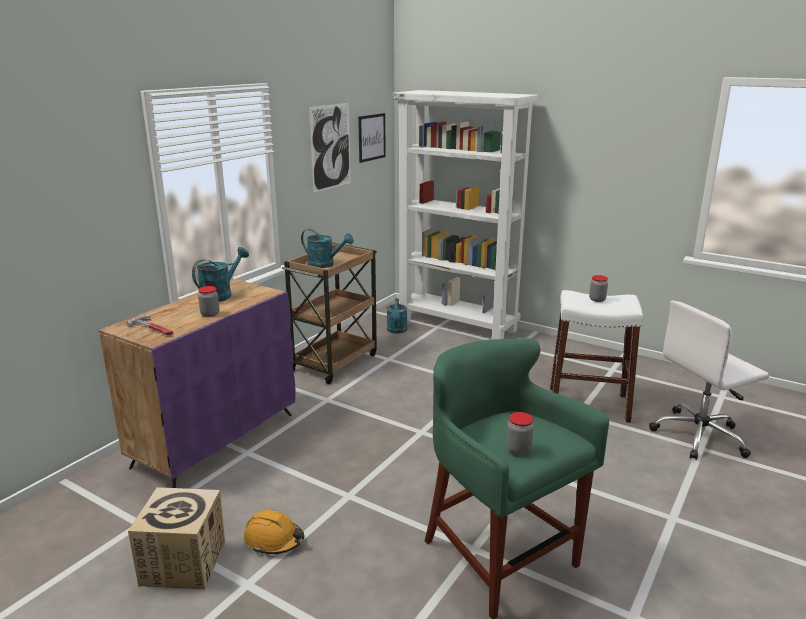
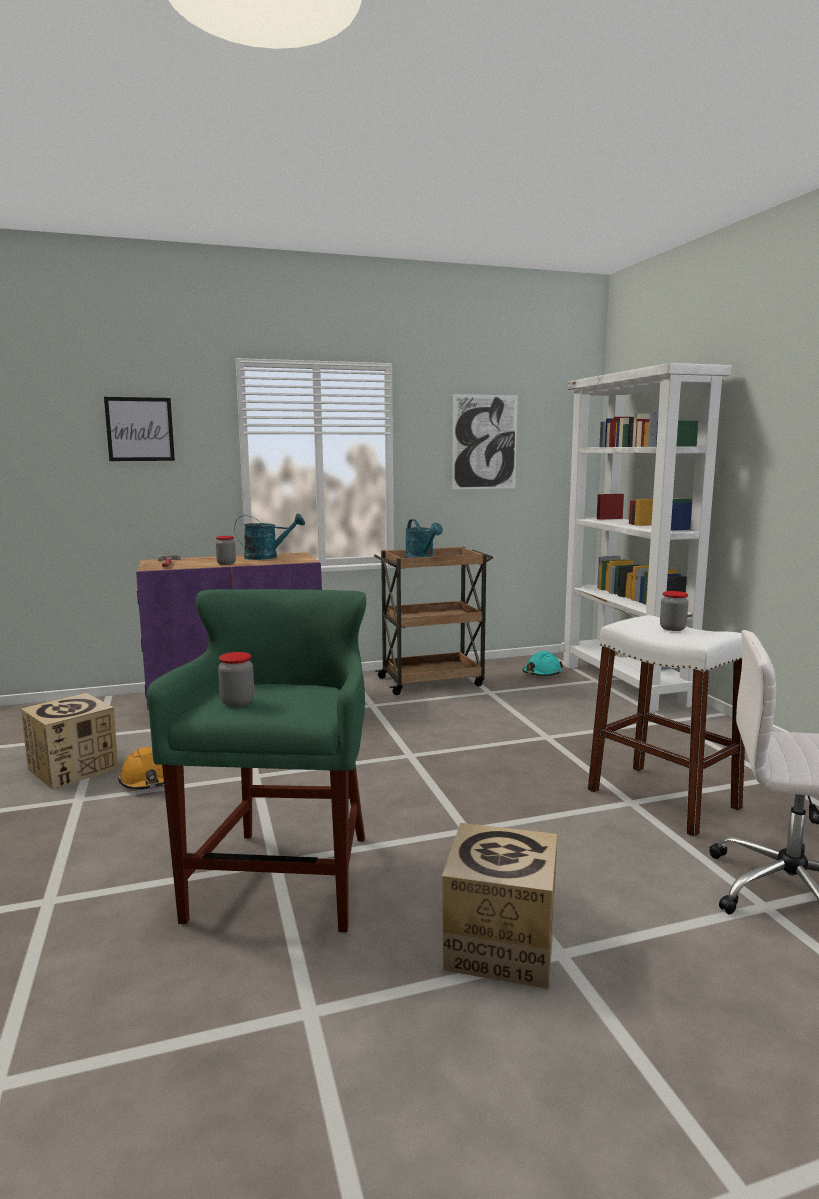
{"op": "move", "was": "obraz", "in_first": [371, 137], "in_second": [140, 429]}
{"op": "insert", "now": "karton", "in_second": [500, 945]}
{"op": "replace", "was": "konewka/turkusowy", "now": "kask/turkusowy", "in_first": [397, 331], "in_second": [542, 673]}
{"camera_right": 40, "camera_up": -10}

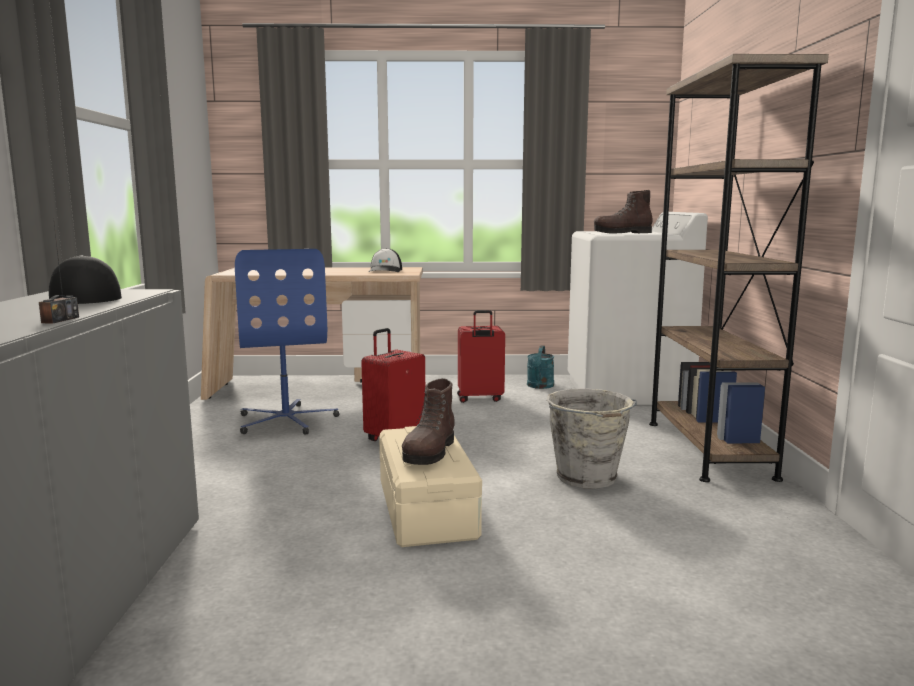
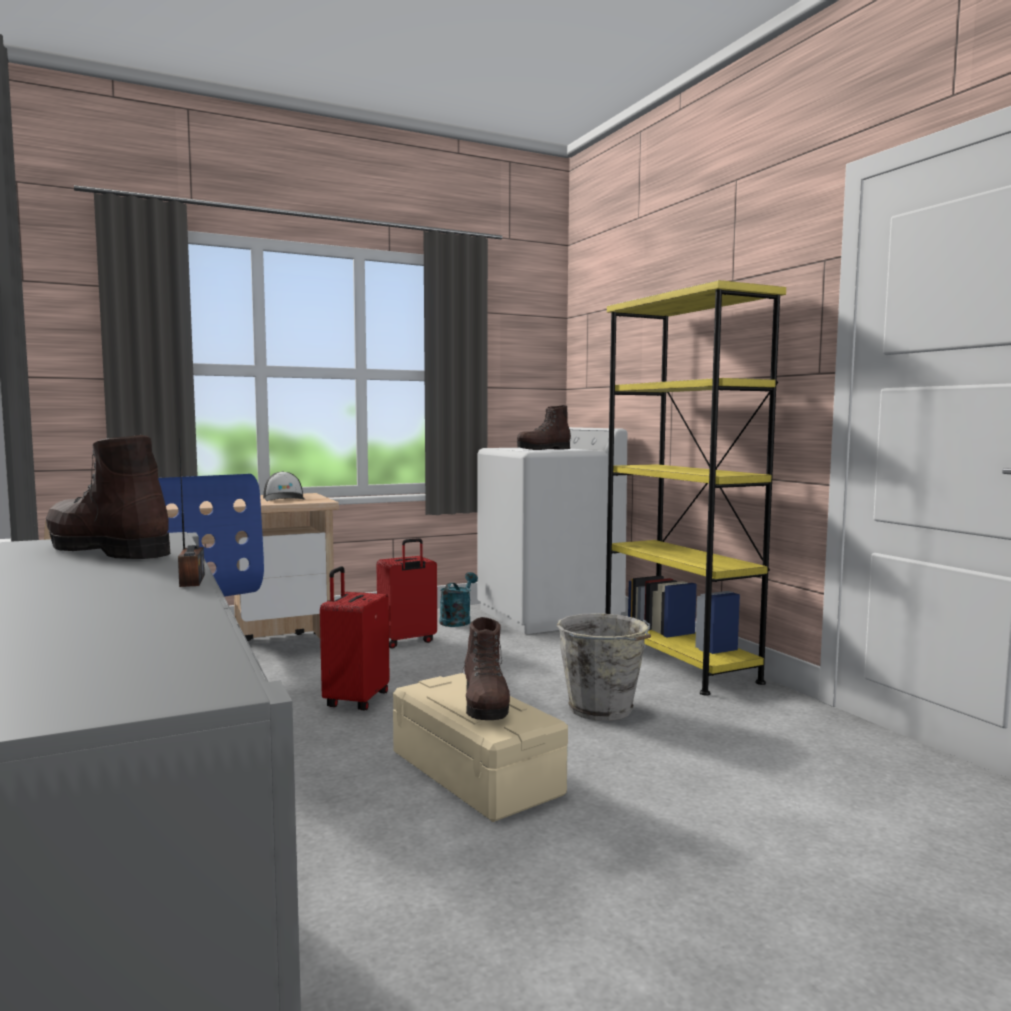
{"op": "replace", "was": "czapka z daszkiem", "now": "but z cholewką/brązowy", "in_first": [85, 298], "in_second": [106, 550]}
{"op": "rotate", "was": "konewka/turkusowy", "in_first": [539, 386], "in_second": [457, 620], "clockwise": -150}
{"op": "recolor", "was": "regał/brązowy", "now": "regał/żółty", "in_first": [708, 449], "in_second": [678, 663]}
{"camera_right": -25, "camera_up": -5}

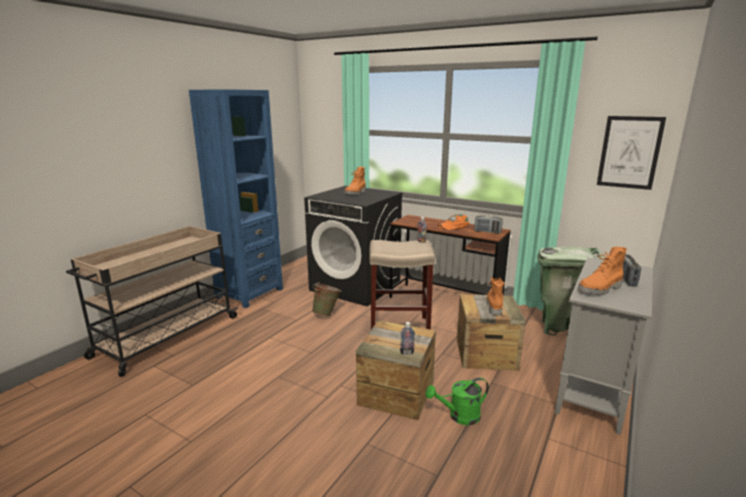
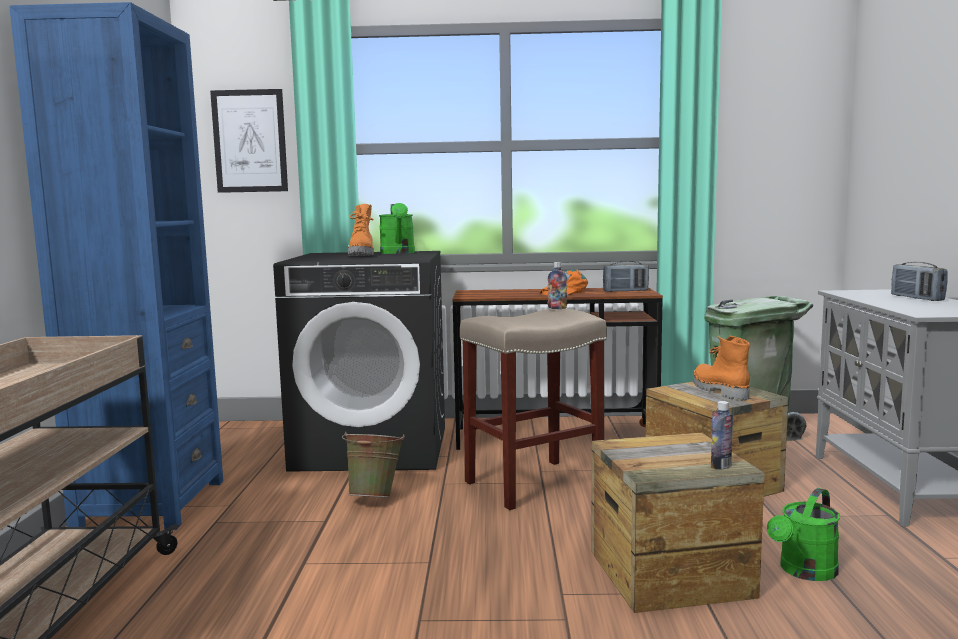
{"op": "move", "was": "obraz", "in_first": [629, 152], "in_second": [250, 141]}
{"op": "insert", "now": "konewka/zielony", "in_second": [398, 253]}
{"op": "delete", "was": "but z cholewką/pomarańczowy", "in_first": [600, 289]}
{"camera_right": -30, "camera_up": -10}

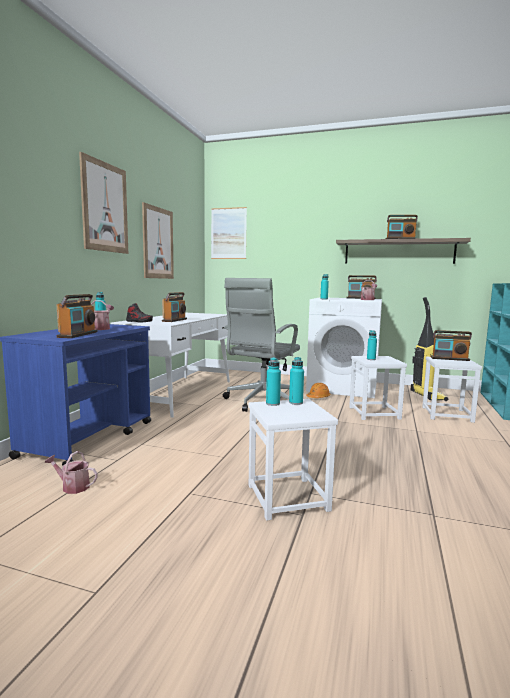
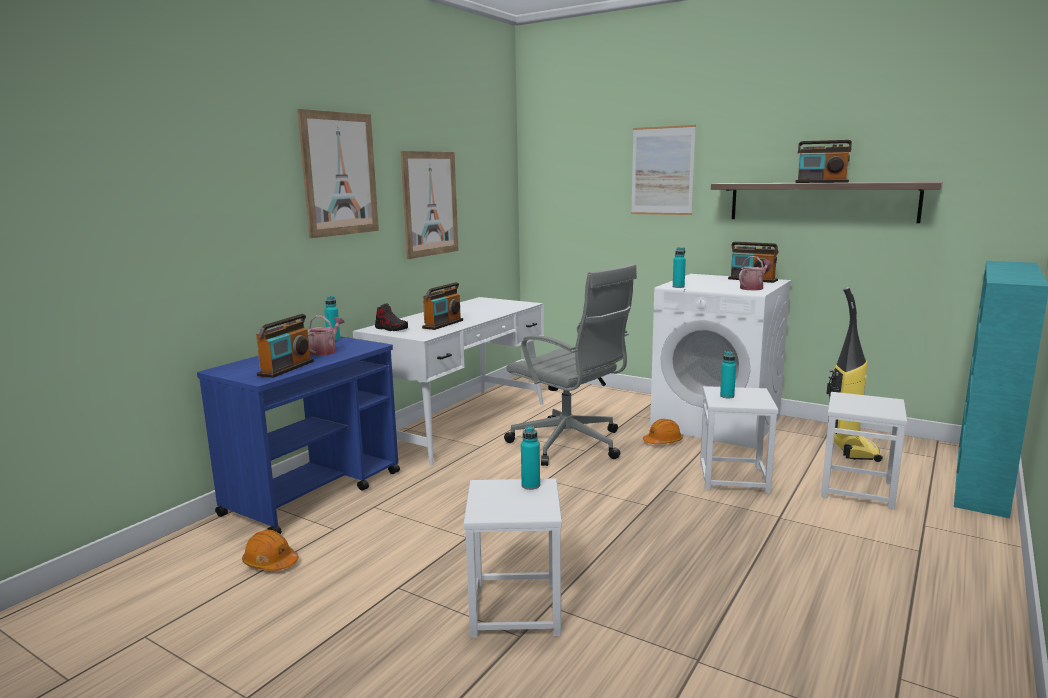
{"op": "replace", "was": "konewka", "now": "kask/pomarańczowy", "in_first": [72, 486], "in_second": [270, 562]}
{"op": "rotate", "was": "krzesło biurowe/szary", "in_first": [261, 401], "in_second": [570, 445], "clockwise": -90}
{"op": "move", "was": "obraz", "in_first": [228, 233], "in_second": [662, 171]}
{"op": "delete", "was": "butelka/turkusowy", "in_first": [273, 403]}
{"op": "delete", "was": "radio", "in_first": [449, 359]}
{"camera_right": 15, "camera_up": 5}

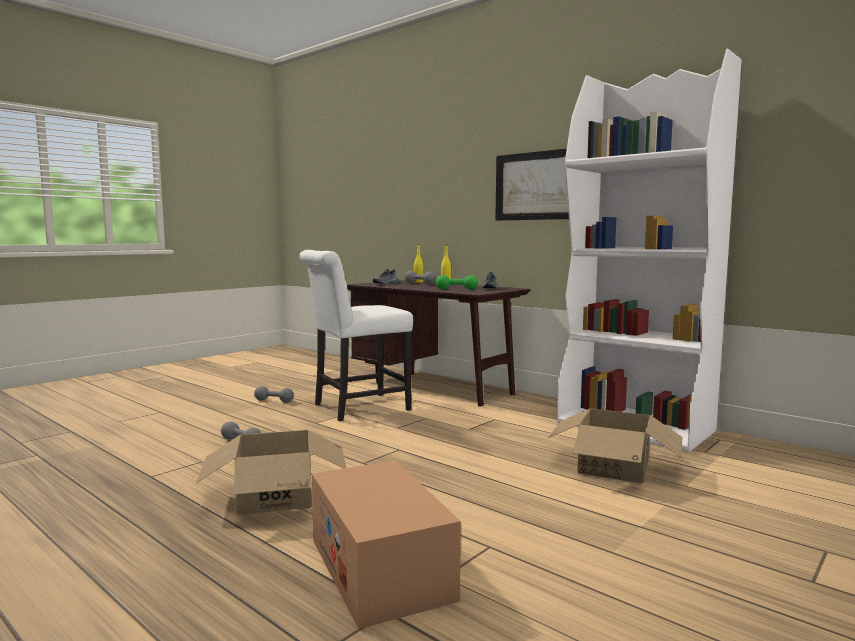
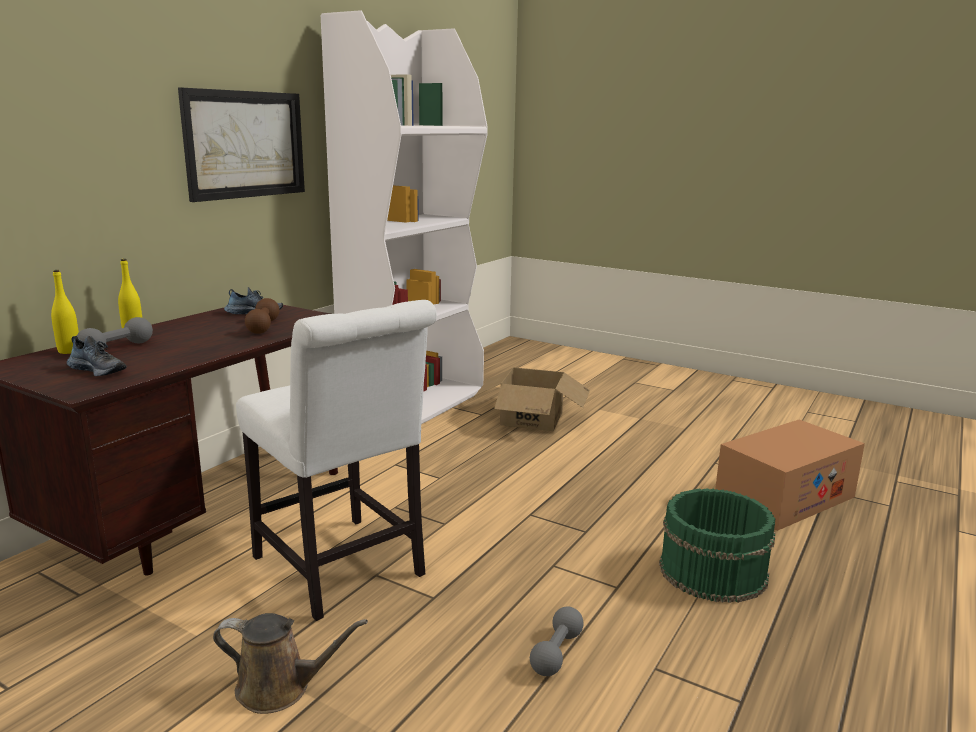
{"op": "replace", "was": "hantel/szary", "now": "konewka/brązowy", "in_first": [274, 401], "in_second": [280, 688]}
{"op": "recolor", "was": "hantel/zielony", "now": "hantel/brązowy", "in_first": [456, 289], "in_second": [263, 327]}
{"op": "replace", "was": "karton", "now": "wiadro/zielony", "in_first": [276, 496], "in_second": [712, 570]}
{"camera_right": -100, "camera_up": 10}

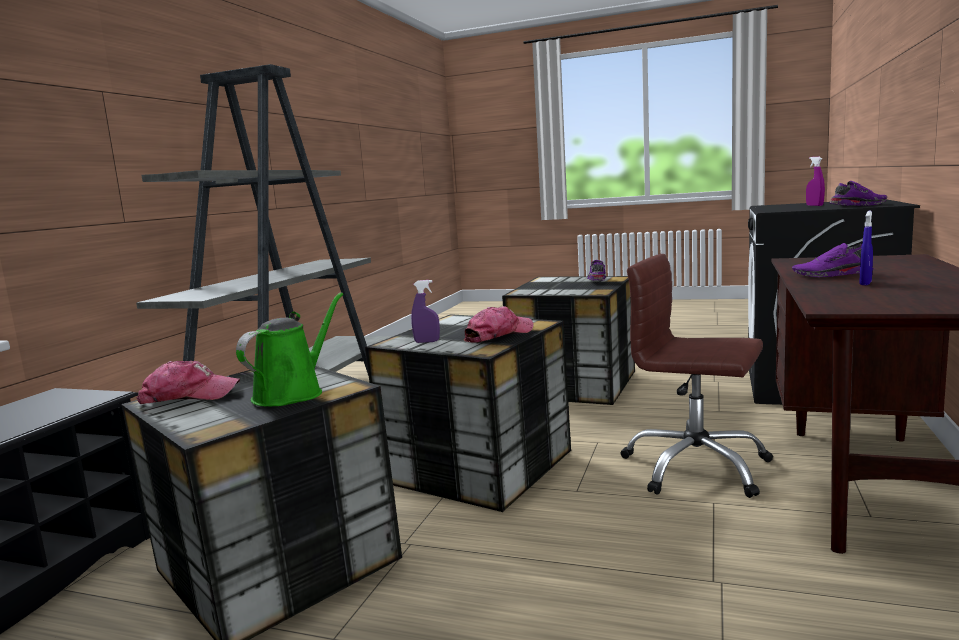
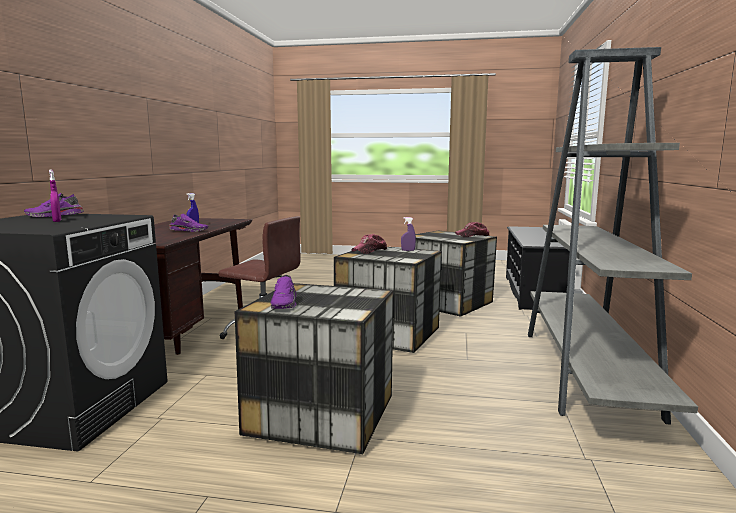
{"op": "delete", "was": "konewka/zielony", "in_first": [293, 393]}
{"camera_right": 170, "camera_up": 0}

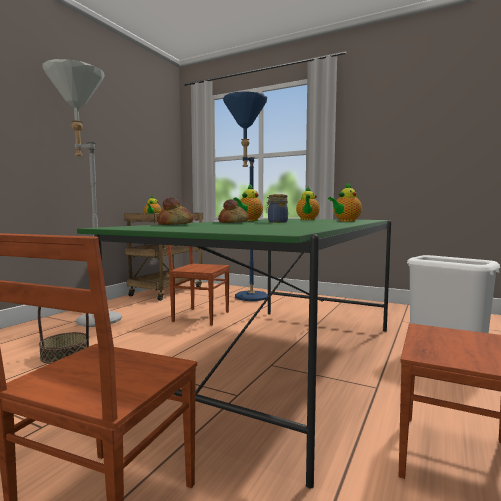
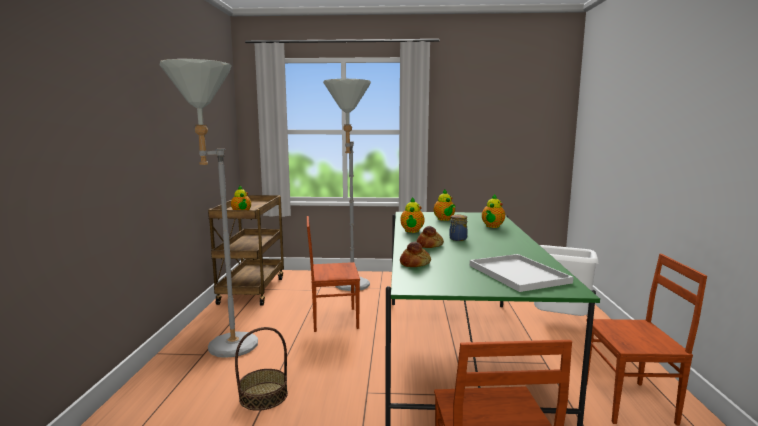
{"op": "recolor", "was": "lampa stojąca/niebieski", "now": "lampa stojąca/szary", "in_first": [247, 299], "in_second": [350, 288]}
{"op": "insert", "now": "taca/biały", "in_second": [520, 274]}
{"camera_right": -25, "camera_up": 5}

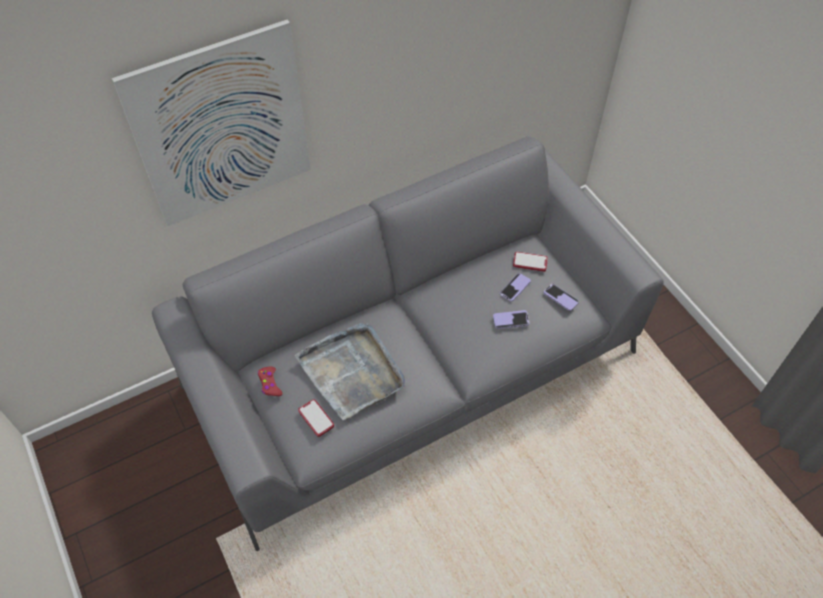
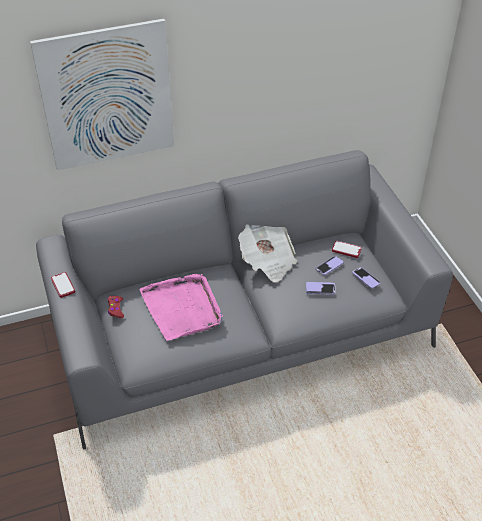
{"op": "move", "was": "telefon", "in_first": [316, 418], "in_second": [63, 285]}
{"op": "recolor", "was": "taca/szary", "now": "taca/różowy", "in_first": [352, 372], "in_second": [182, 308]}
{"op": "insert", "now": "gazeta", "in_second": [267, 261]}
{"camera_right": 10, "camera_up": -10}

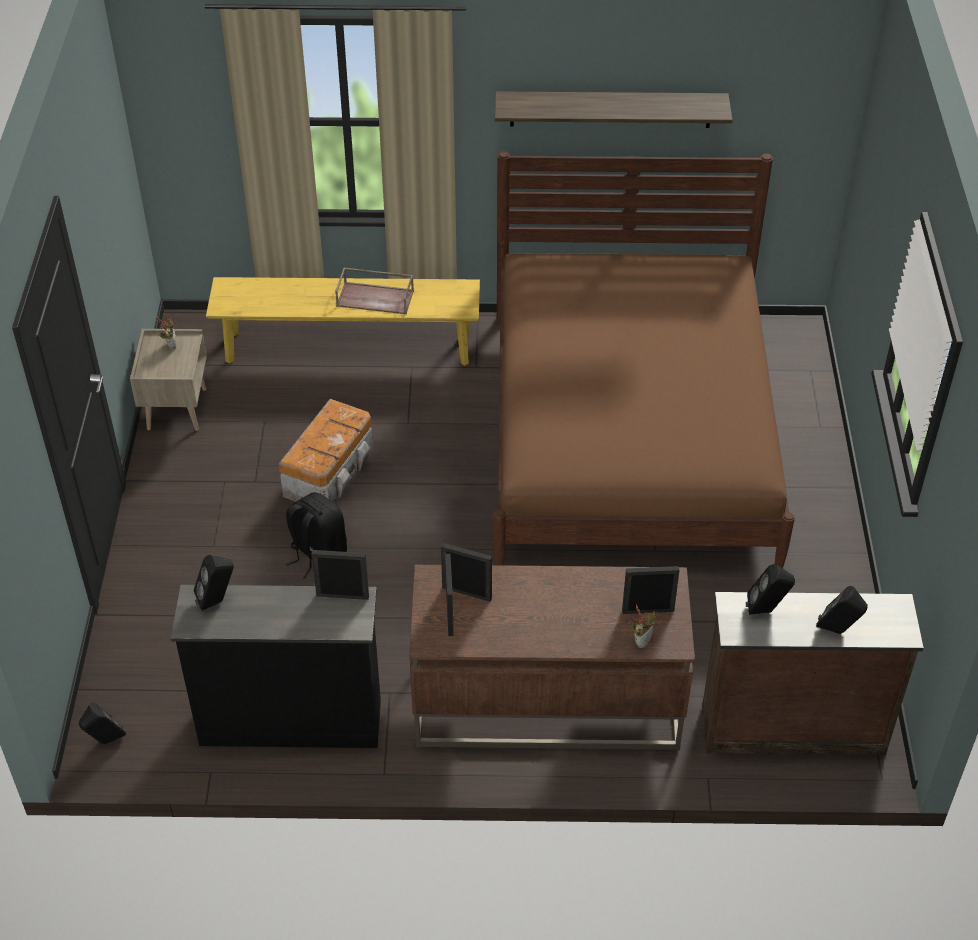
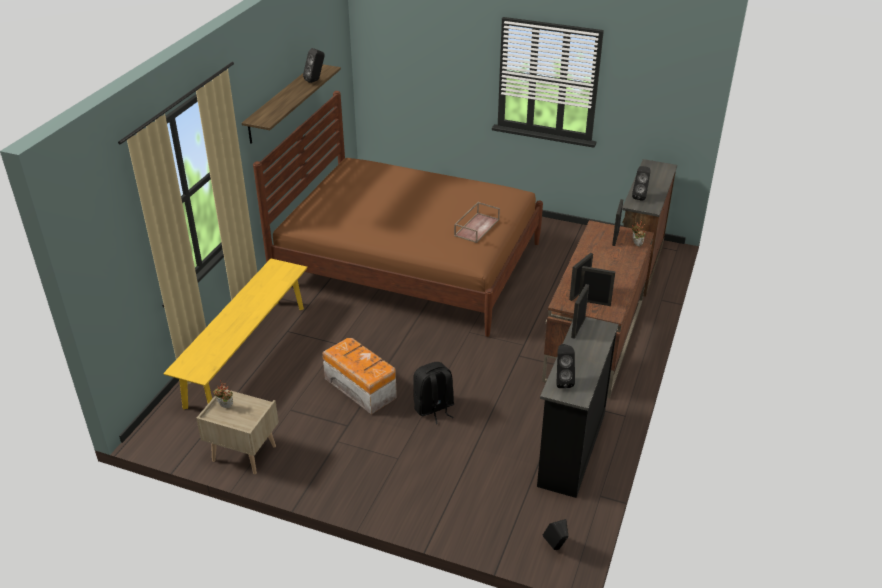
{"op": "move", "was": "głośnik/czarny", "in_first": [838, 631], "in_second": [316, 80]}
{"op": "move", "was": "taca/brązowy", "in_first": [376, 298], "in_second": [476, 227]}
{"camera_right": -70, "camera_up": -10}

